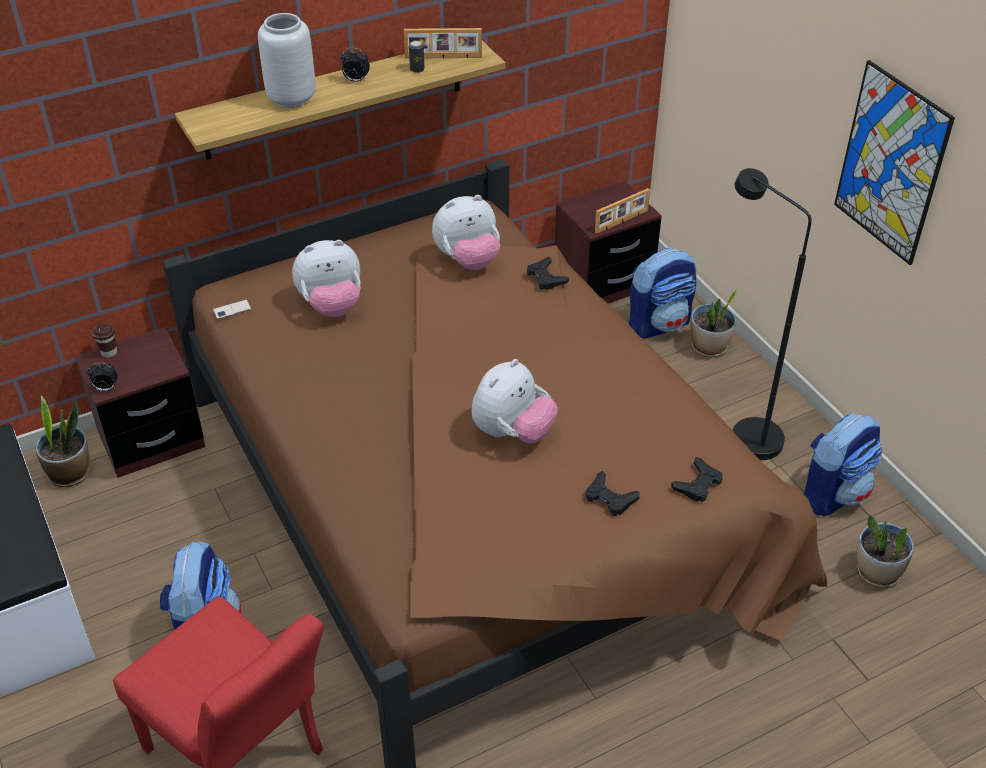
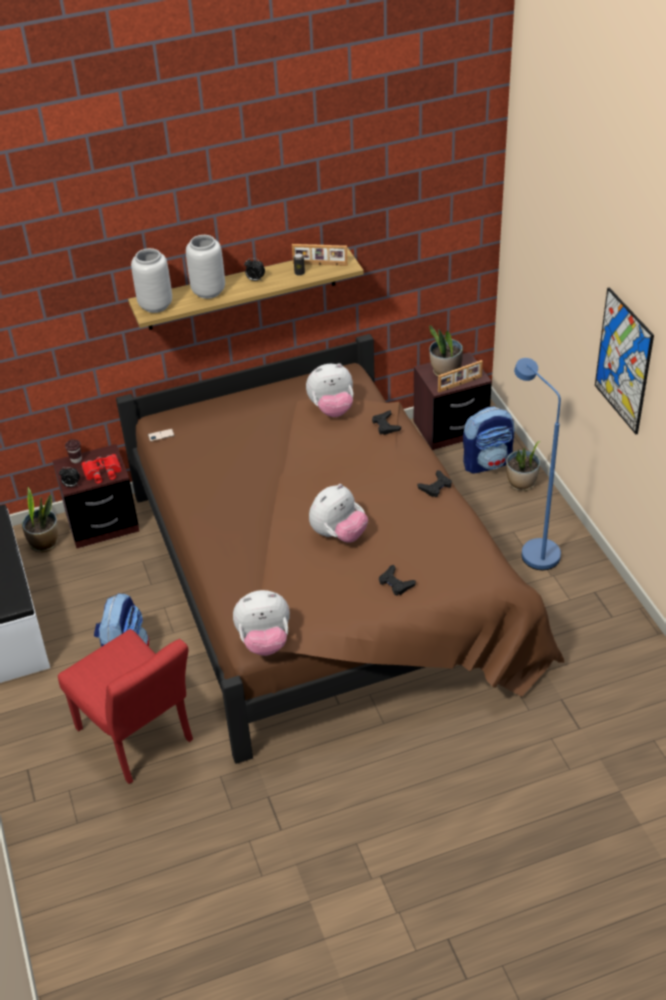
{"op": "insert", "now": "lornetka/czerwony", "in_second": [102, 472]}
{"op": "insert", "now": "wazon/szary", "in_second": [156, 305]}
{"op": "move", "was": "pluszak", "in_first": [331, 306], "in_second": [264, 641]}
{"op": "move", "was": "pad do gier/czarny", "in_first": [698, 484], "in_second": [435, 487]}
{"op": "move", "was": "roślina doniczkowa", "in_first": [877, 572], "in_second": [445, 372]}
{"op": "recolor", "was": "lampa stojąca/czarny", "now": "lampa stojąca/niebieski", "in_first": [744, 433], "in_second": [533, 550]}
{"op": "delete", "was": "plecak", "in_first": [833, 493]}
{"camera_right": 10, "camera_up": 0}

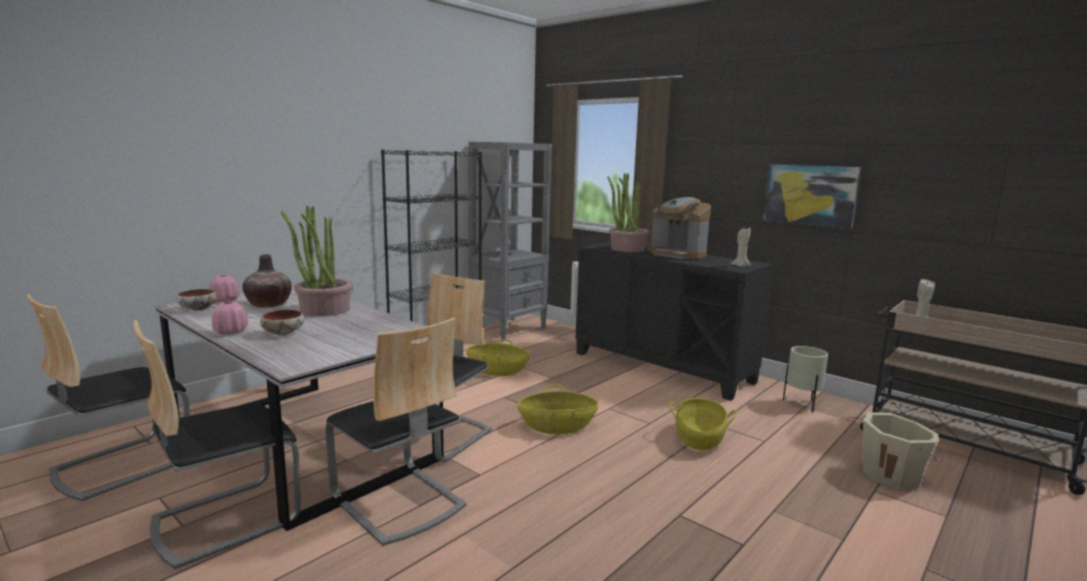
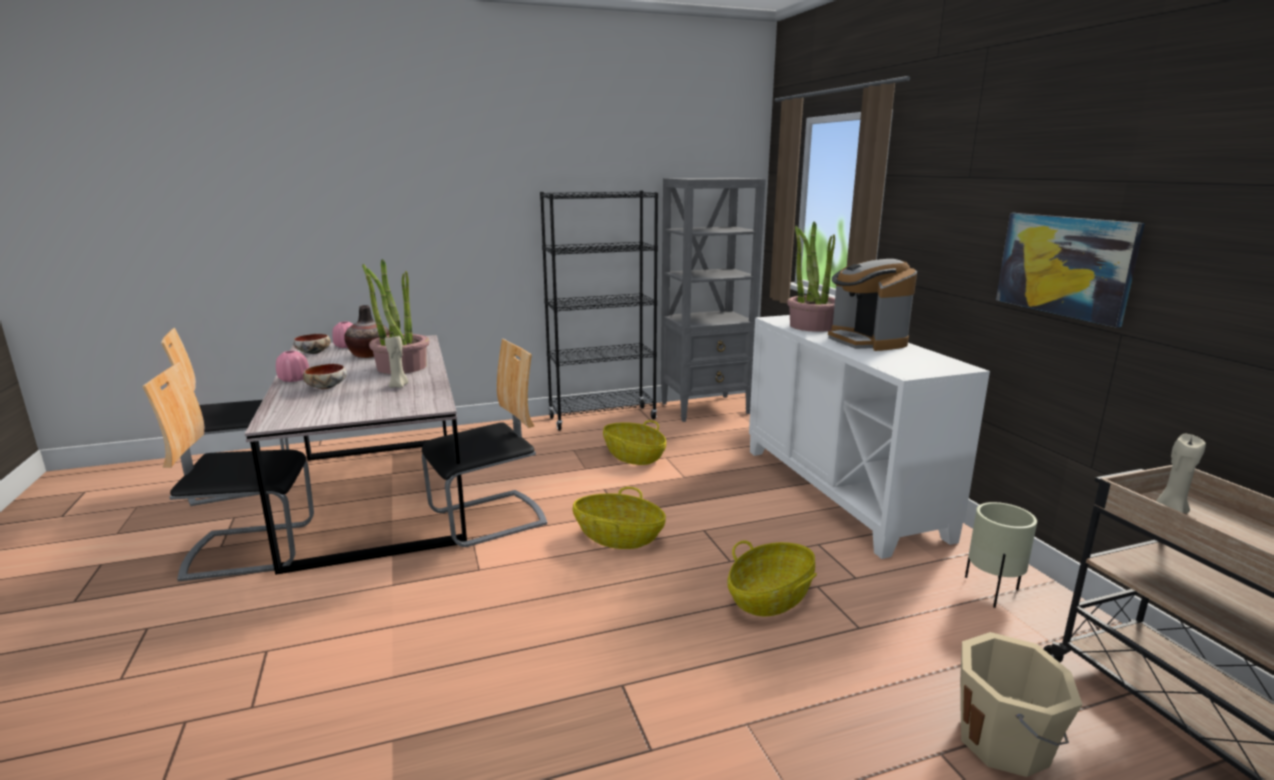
{"op": "move", "was": "świeca/beżowy", "in_first": [740, 265], "in_second": [399, 386]}
{"op": "recolor", "was": "szafka/czarny", "now": "szafka/biały", "in_first": [662, 367], "in_second": [841, 491]}
{"op": "delete", "was": "krzesło", "in_first": [397, 501]}
{"camera_right": 30, "camera_up": 5}

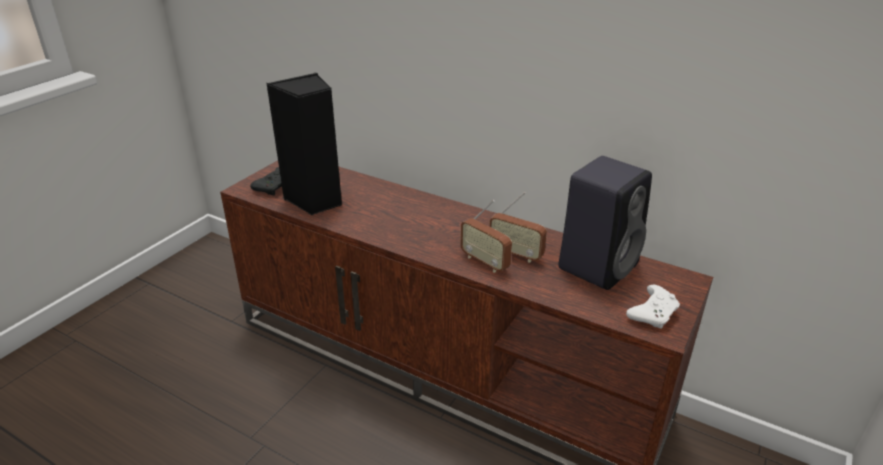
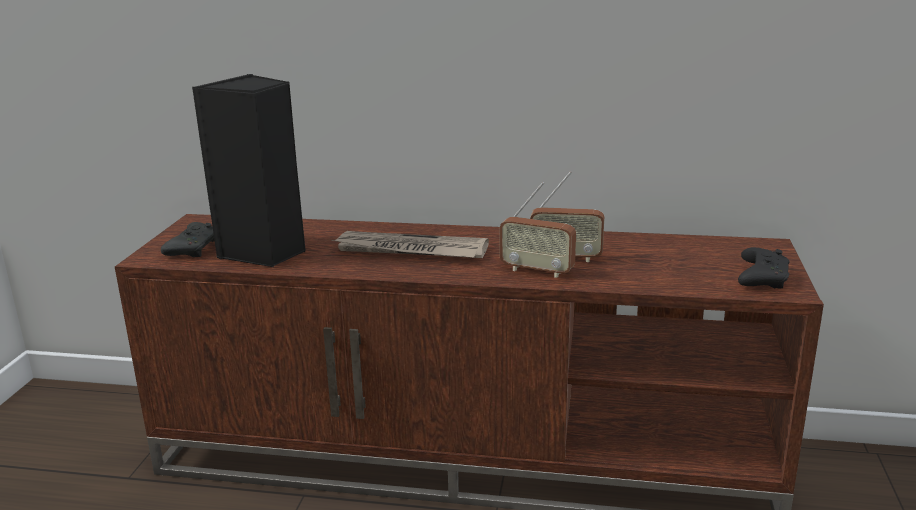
{"op": "insert", "now": "gazeta", "in_second": [410, 250]}
{"op": "recolor", "was": "pad do gier/biały", "now": "pad do gier/czarny", "in_first": [653, 313], "in_second": [761, 278]}
{"op": "delete", "was": "głośnik/czarny", "in_first": [598, 265]}
{"camera_right": -20, "camera_up": -10}

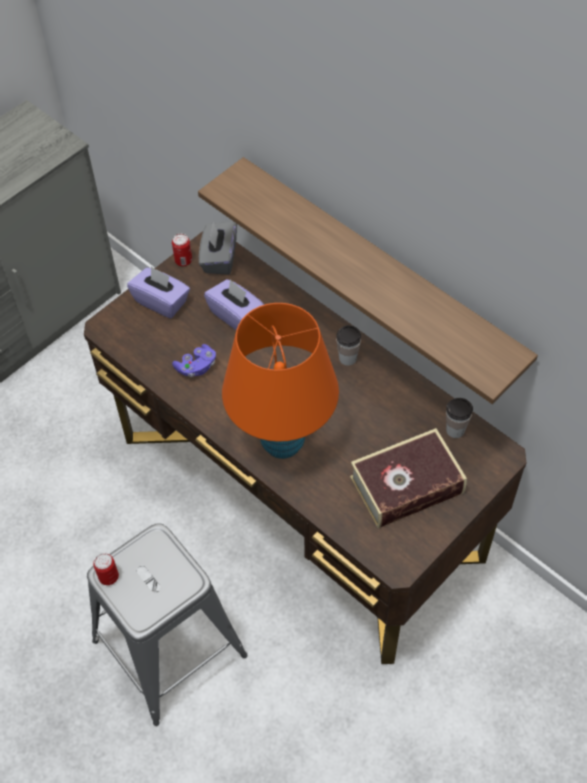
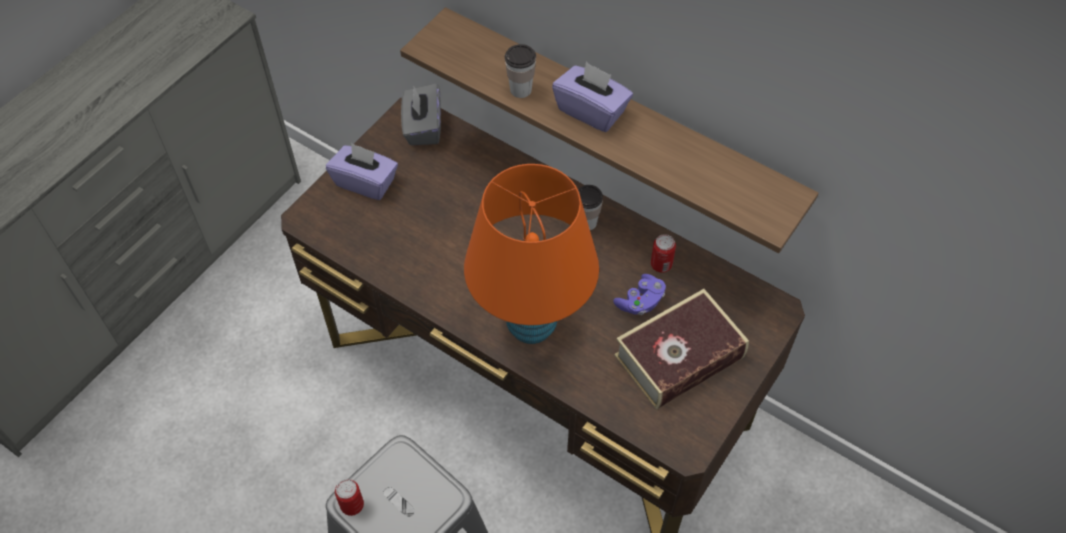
{"op": "move", "was": "filiżanka", "in_first": [455, 430], "in_second": [520, 90]}
{"op": "move", "was": "pudełko chusteczek/fioletowy", "in_first": [236, 315], "in_second": [591, 111]}
{"op": "move", "was": "pad do gier/fioletowy", "in_first": [196, 367], "in_second": [640, 302]}
{"op": "move", "was": "puszka", "in_first": [183, 261], "in_second": [661, 265]}
{"camera_right": -10, "camera_up": 0}

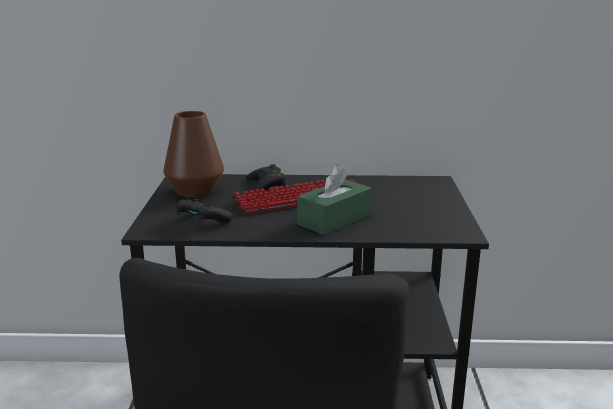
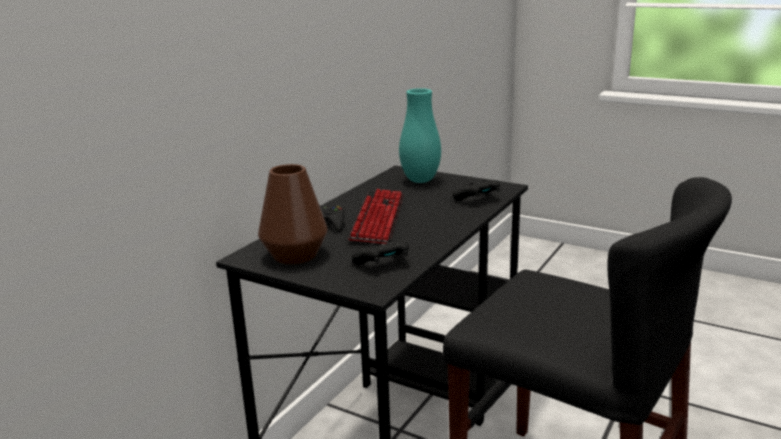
{"op": "insert", "now": "wazon/turkusowy", "in_second": [420, 180]}
{"op": "insert", "now": "pad do gier/czarny", "in_second": [478, 199]}
{"op": "delete", "was": "pudełko chusteczek/zielony", "in_first": [334, 220]}
{"camera_right": -60, "camera_up": 0}

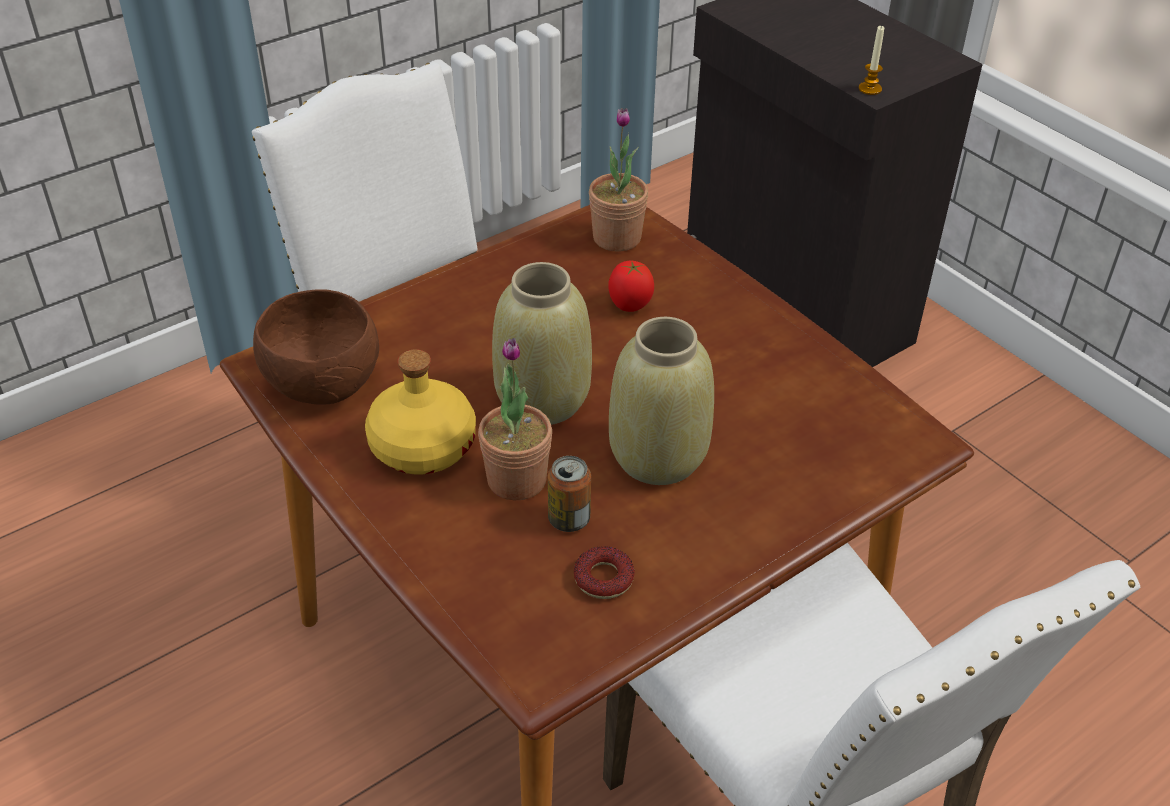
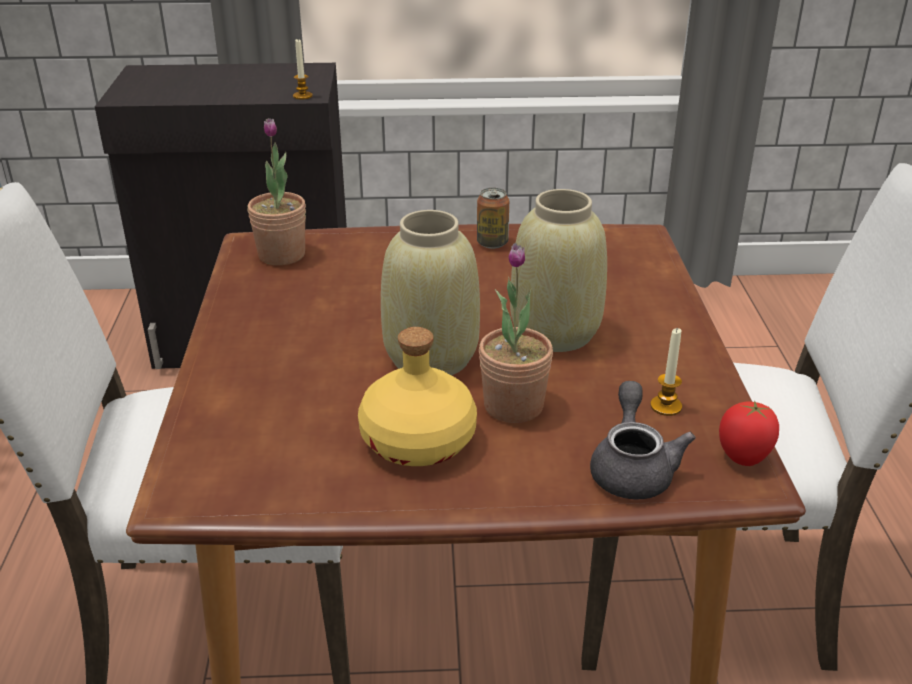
{"op": "move", "was": "puszka", "in_first": [569, 519], "in_second": [492, 243]}
{"op": "insert", "now": "imbryk/szary", "in_second": [632, 468]}
{"op": "replace", "was": "donut", "now": "świeca", "in_first": [603, 578], "in_second": [666, 406]}
{"op": "move", "was": "pomidor", "in_first": [630, 306], "in_second": [743, 458]}
{"op": "delete", "was": "miska/brązowy", "in_first": [323, 385]}
{"camera_right": -55, "camera_up": -10}

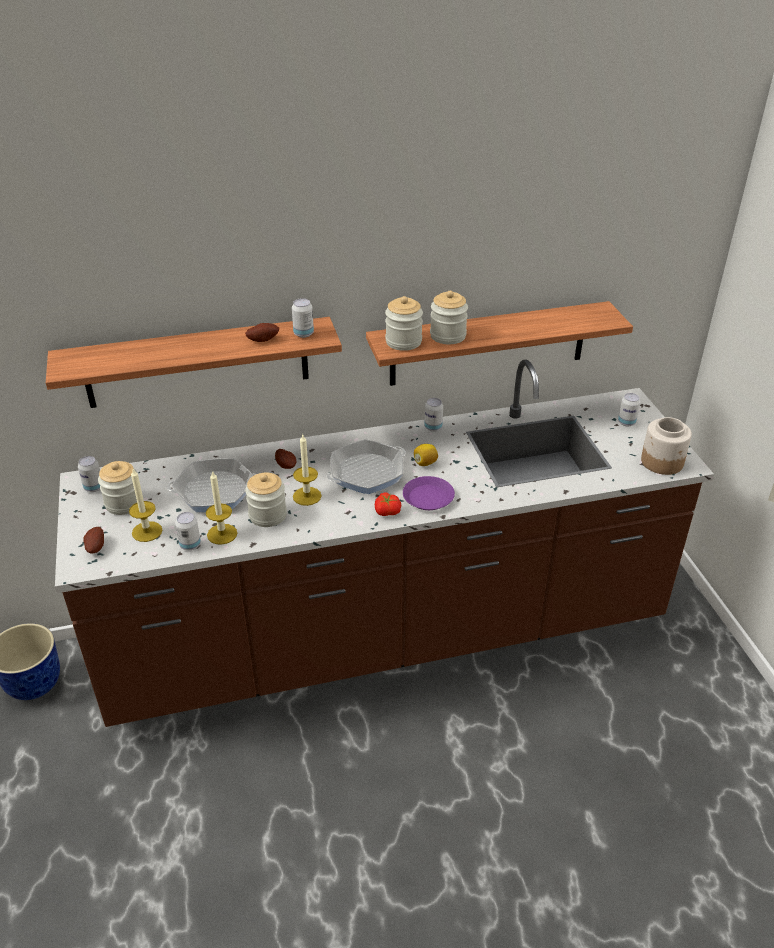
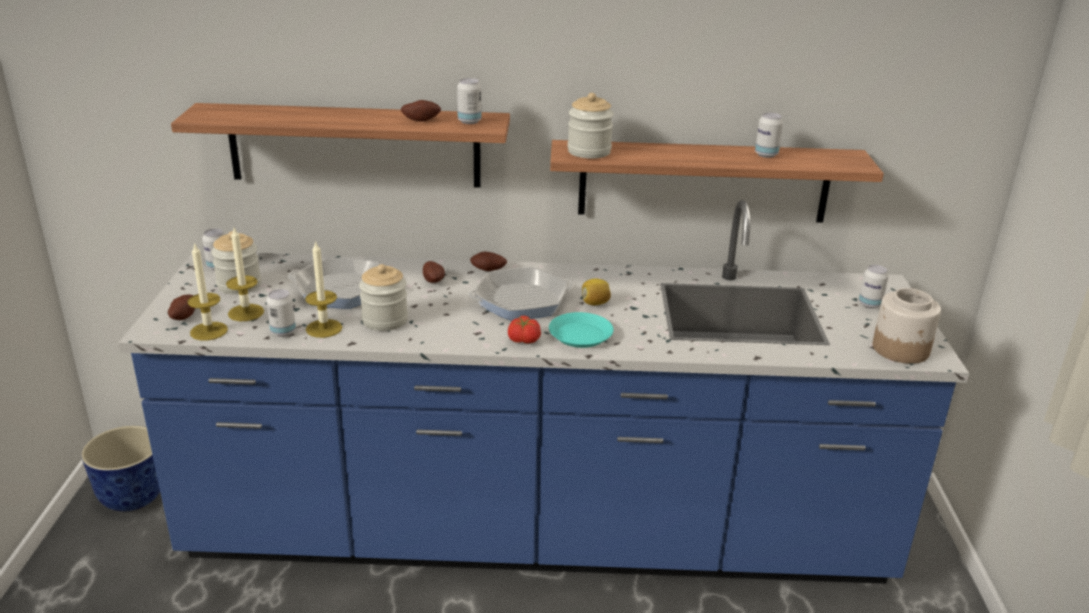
{"op": "recolor", "was": "zabudowa kuchenna/brązowy", "now": "zabudowa kuchenna/niebieski", "in_first": [387, 638], "in_second": [537, 536]}
{"op": "move", "was": "świeca", "in_first": [307, 496], "in_second": [209, 331]}
{"op": "insert", "now": "ziemniak", "in_second": [488, 271]}
{"op": "recolor", "was": "talerz/fioletowy", "now": "talerz/turkusowy", "in_first": [428, 498], "in_second": [580, 335]}
{"op": "move", "was": "puszka", "in_first": [433, 427], "in_second": [766, 155]}
{"op": "delete", "was": "słoik", "in_first": [448, 336]}
{"camera_right": 15, "camera_up": -10}

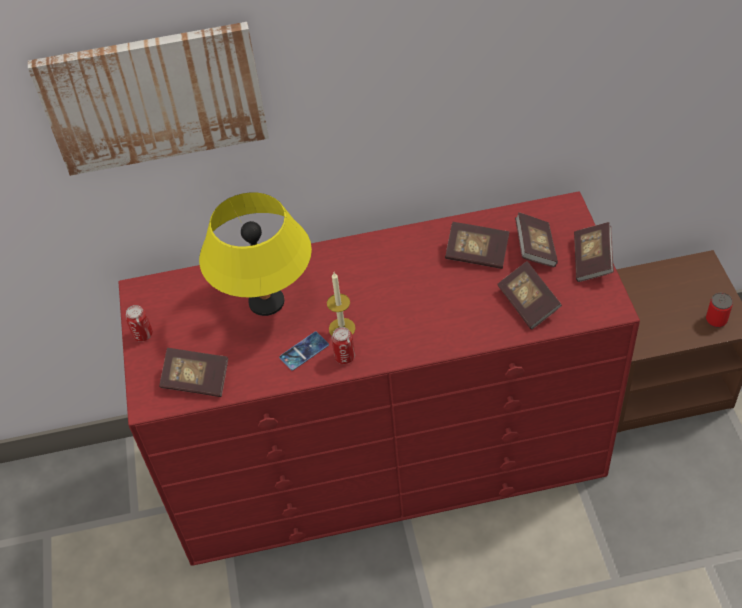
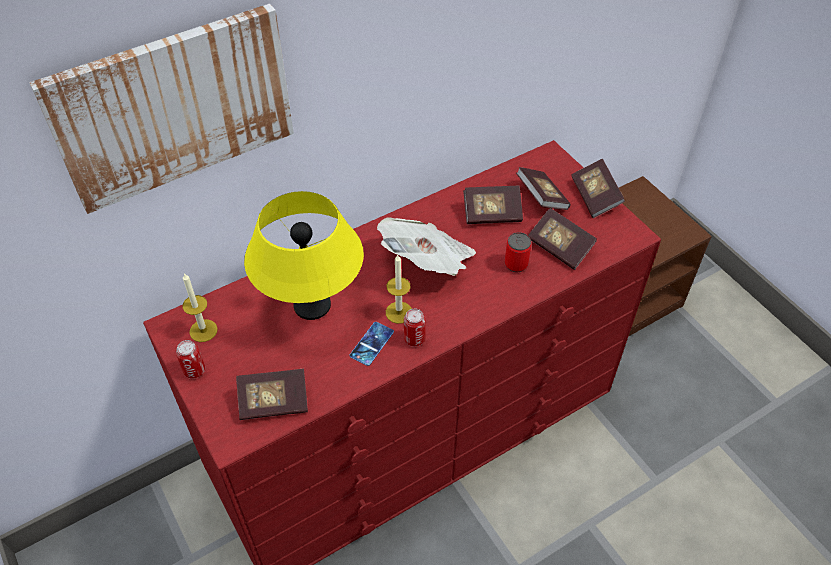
{"op": "insert", "now": "świeca", "in_second": [203, 330]}
{"op": "insert", "now": "gazeta", "in_second": [428, 262]}
{"op": "move", "was": "puszka", "in_first": [716, 320], "in_second": [516, 264]}
{"camera_right": -25, "camera_up": 0}

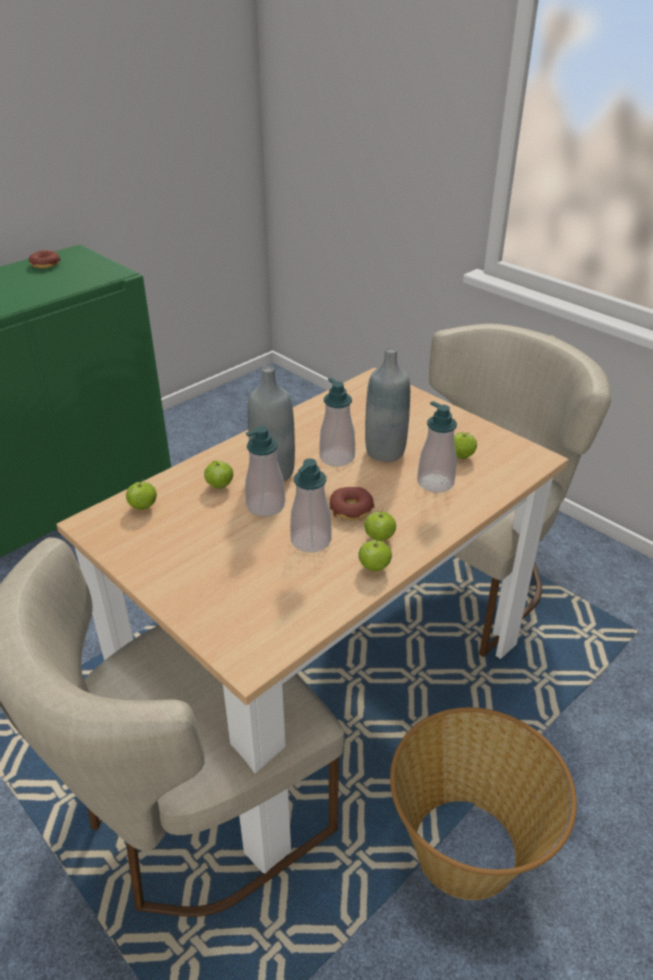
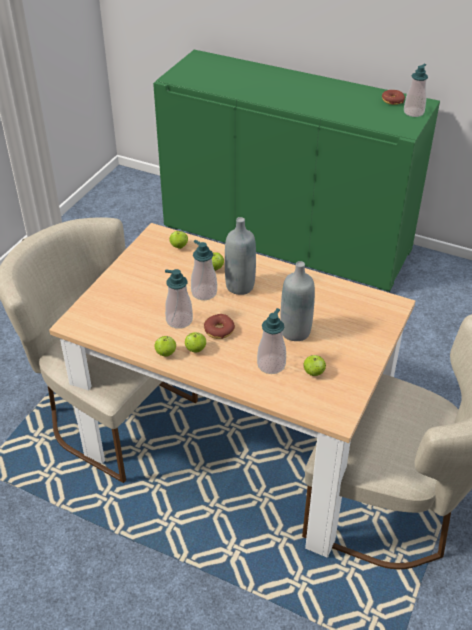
{"op": "move", "was": "dozownik mydła", "in_first": [337, 457], "in_second": [413, 112]}
{"op": "delete", "was": "koszyk", "in_first": [467, 850]}
{"camera_right": 70, "camera_up": 5}

